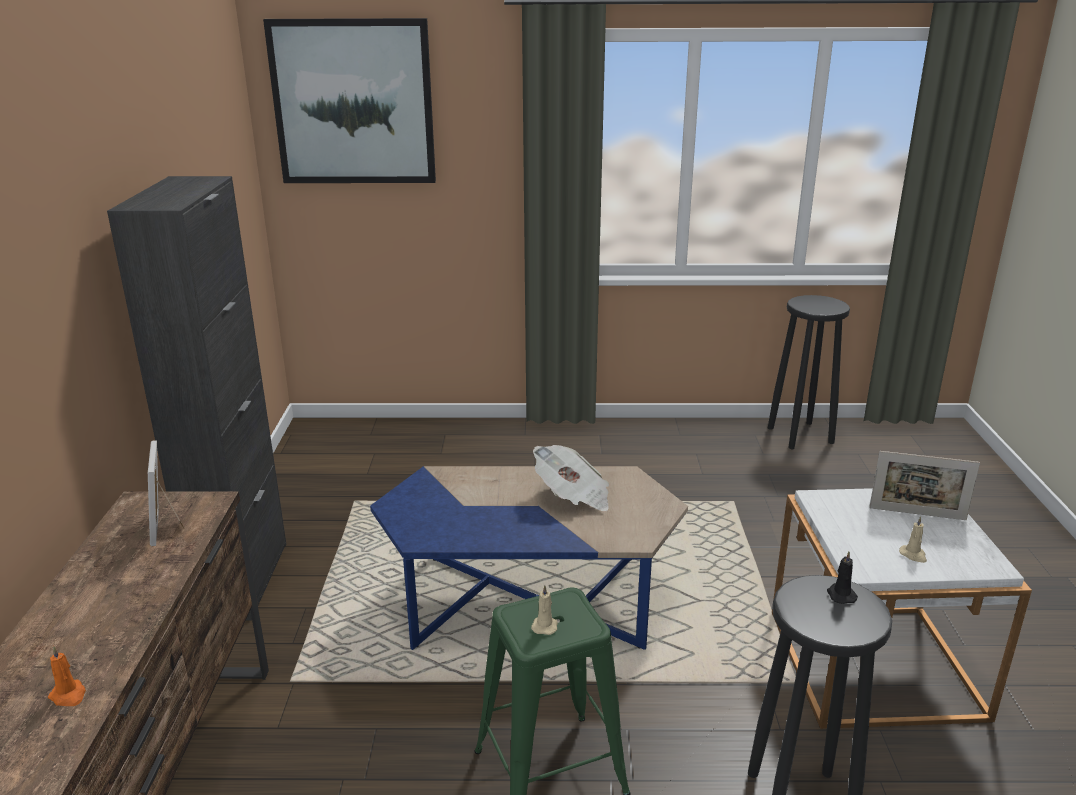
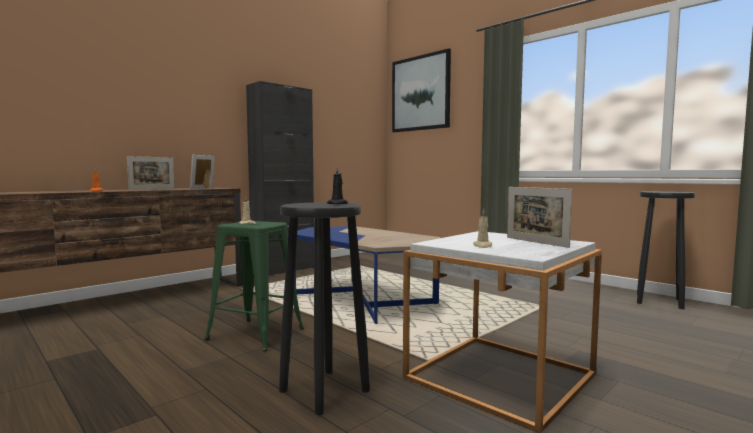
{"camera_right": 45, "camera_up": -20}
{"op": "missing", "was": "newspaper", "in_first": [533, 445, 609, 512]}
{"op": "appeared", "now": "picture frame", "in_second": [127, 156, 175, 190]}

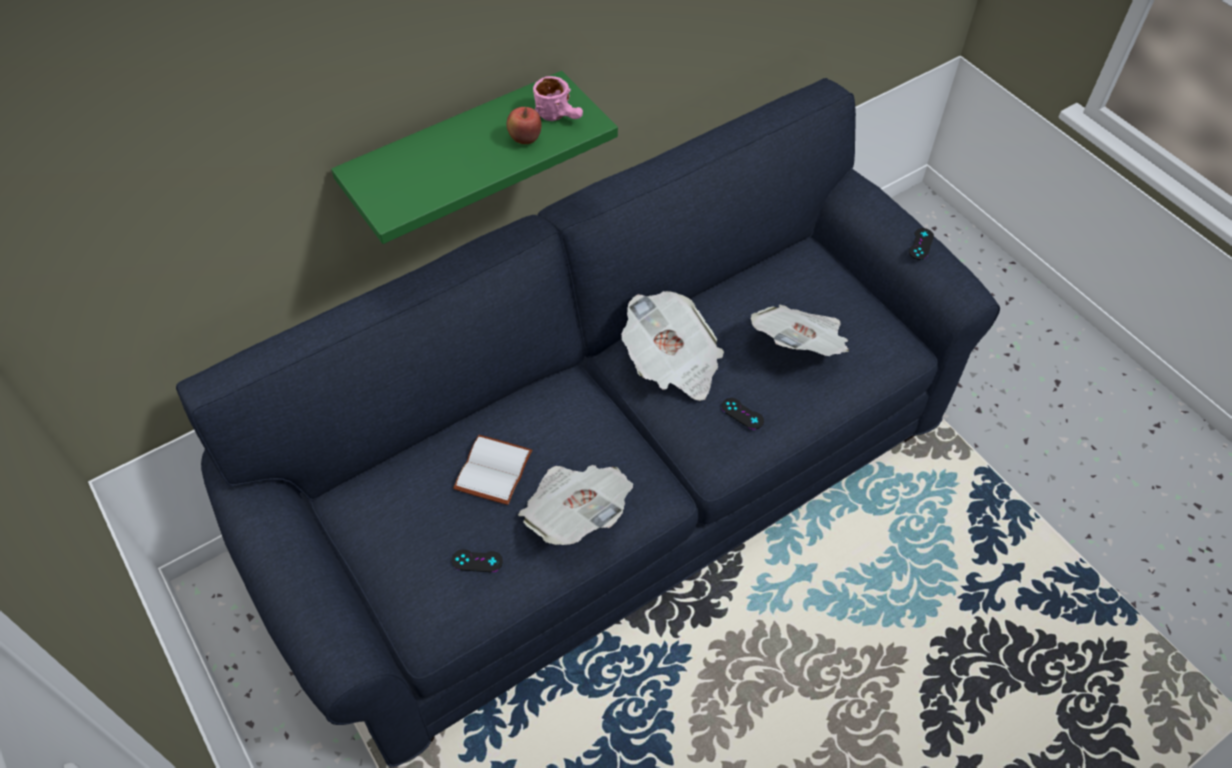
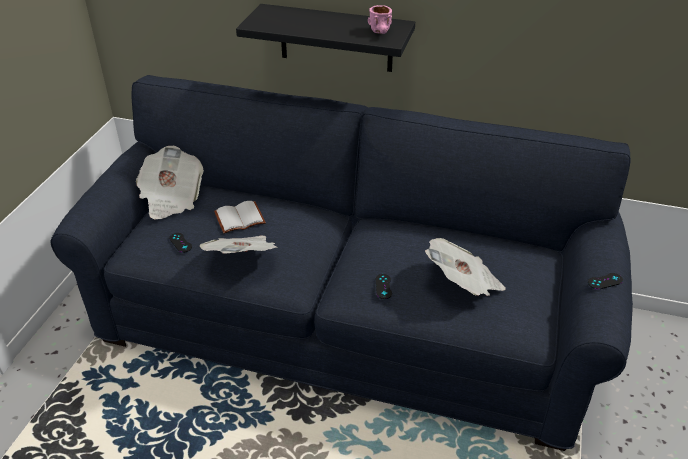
{"camera_right": 50, "camera_up": -15}
{"op": "colour", "was": "green shelf", "now": "black shelf", "in_first": [331, 71, 618, 244], "in_second": [236, 4, 415, 72]}
{"op": "missing", "was": "apple", "in_first": [507, 107, 542, 144]}
{"op": "relocated", "was": "newspaper", "in_first": [621, 291, 724, 401], "in_second": [136, 146, 204, 219]}

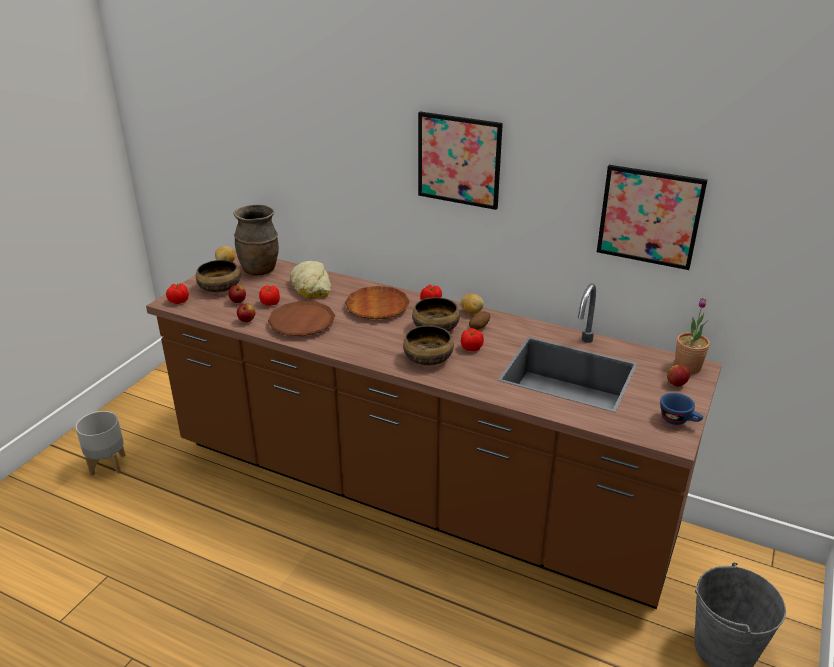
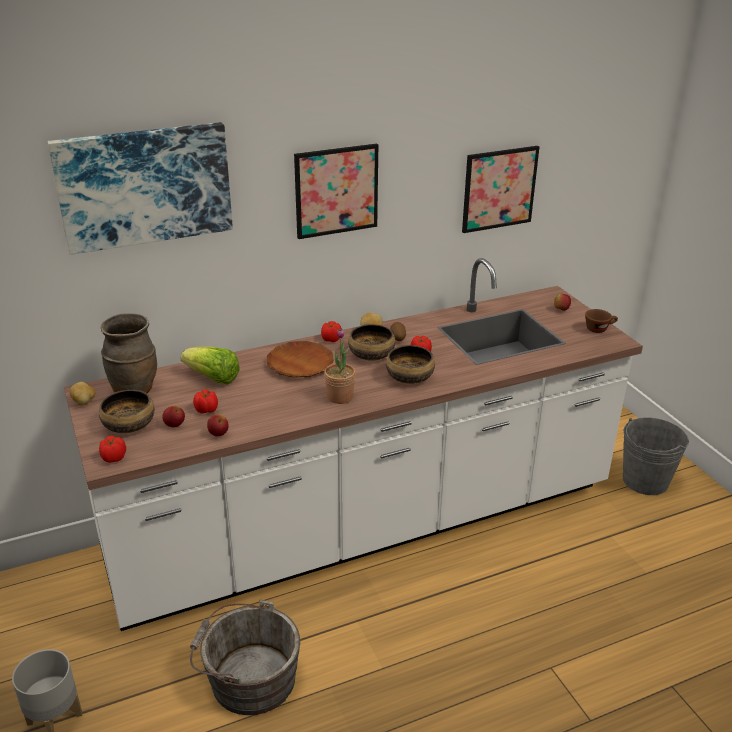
{"camera_right": -50, "camera_up": 0}
{"op": "colour", "was": "brown counter", "now": "white counter", "in_first": [146, 249, 722, 609], "in_second": [64, 258, 643, 631]}
{"op": "exchanged", "was": "bread", "now": "lettuce", "in_first": [290, 261, 331, 299], "in_second": [180, 347, 240, 384]}
{"op": "relocated", "was": "potted plant", "in_first": [675, 298, 710, 374], "in_second": [324, 329, 356, 404]}
{"op": "missing", "was": "brown plate", "in_first": [268, 301, 335, 336]}
{"op": "colour", "was": "blue cup", "now": "brown cup", "in_first": [660, 393, 703, 425], "in_second": [585, 309, 618, 333]}
{"op": "appeared", "now": "picture", "in_second": [47, 122, 233, 255]}
{"op": "appeared", "now": "grey bucket", "in_second": [190, 600, 301, 715]}

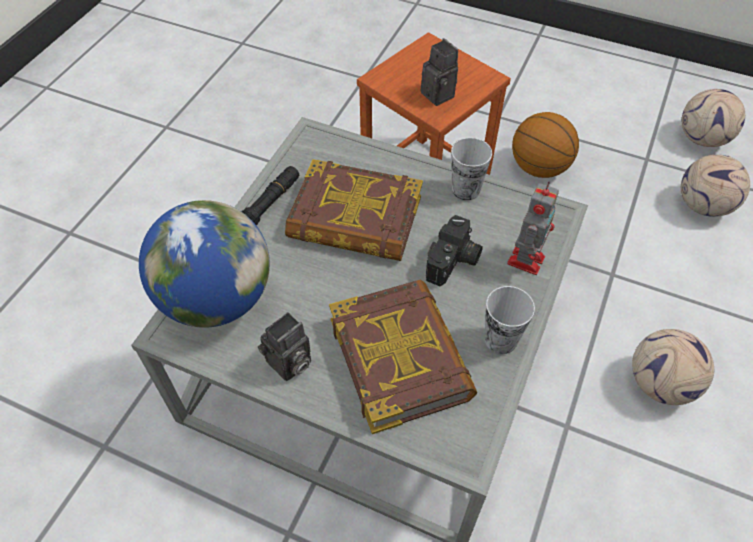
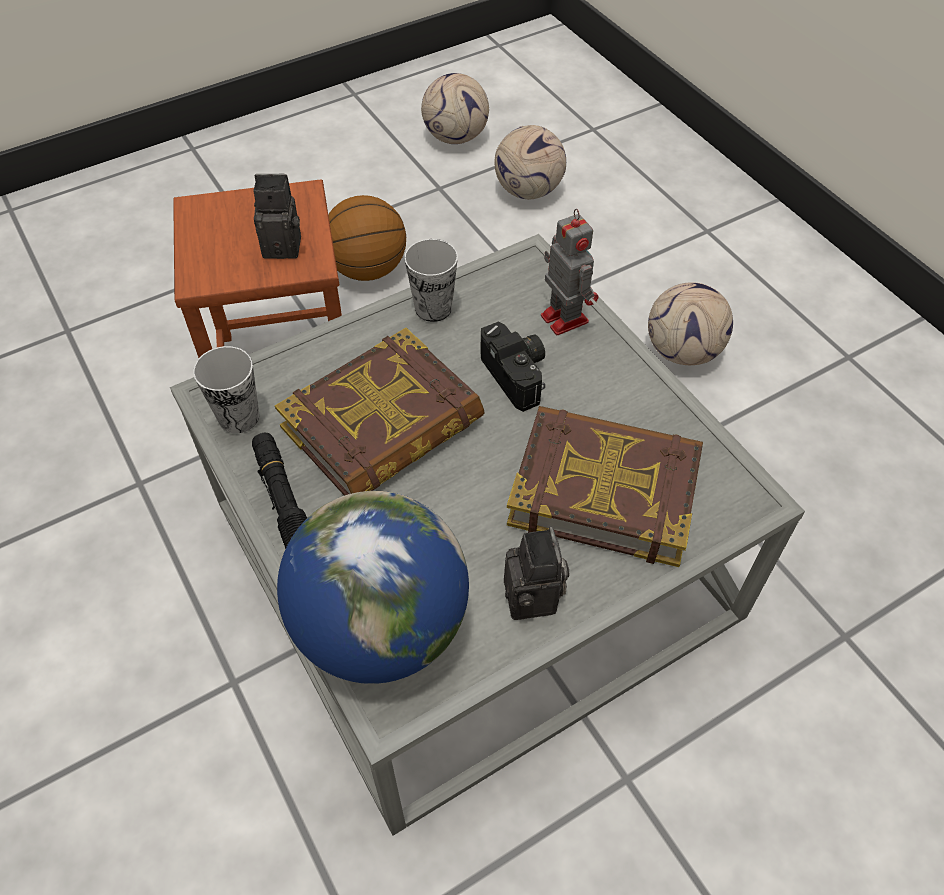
{"camera_right": -55, "camera_up": 0}
{"op": "relocated", "was": "cup", "in_first": [484, 286, 535, 354], "in_second": [193, 346, 259, 433]}

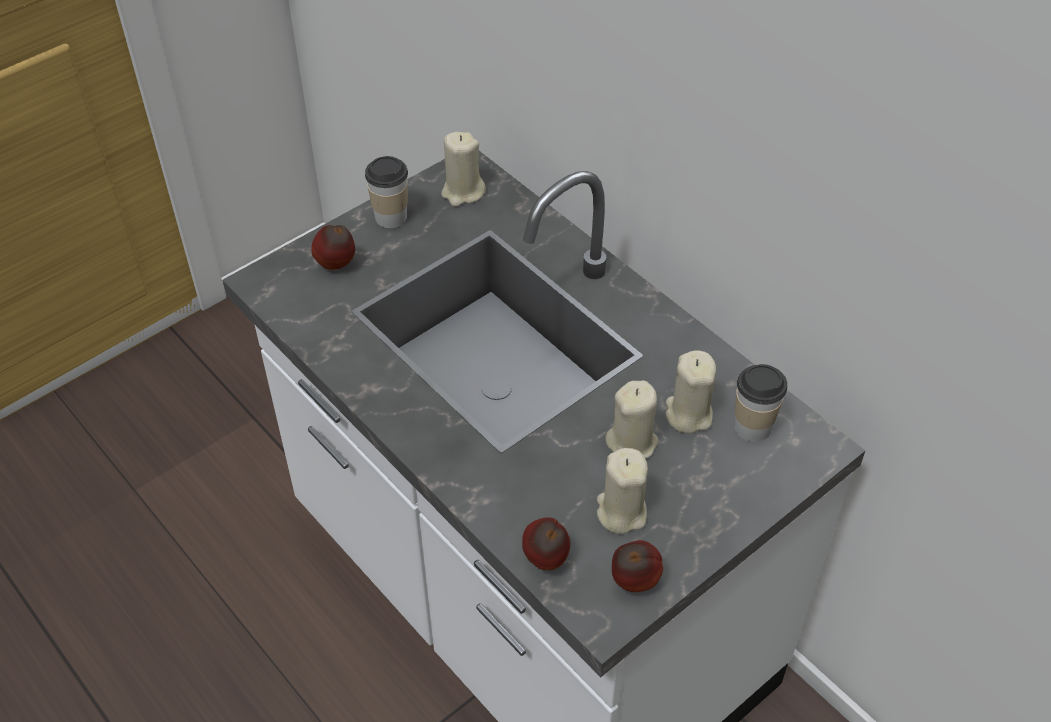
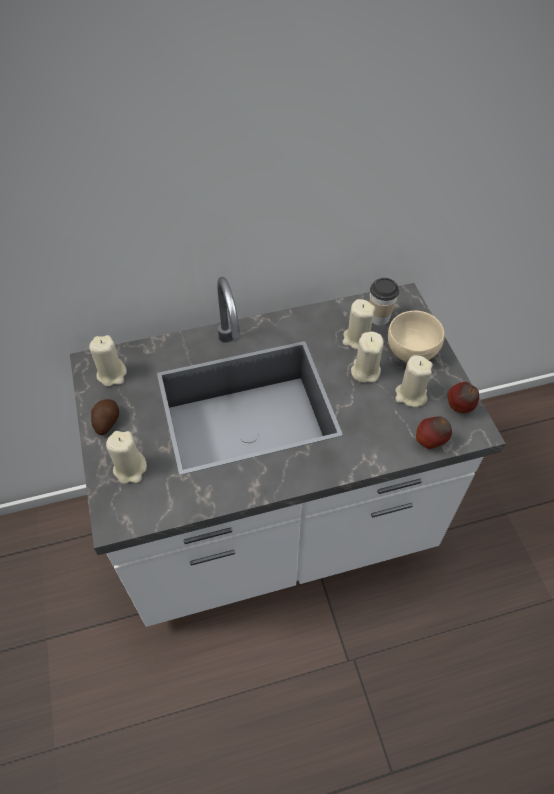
{"camera_right": -65, "camera_up": 5}
{"op": "exchanged", "was": "cup", "now": "potato", "in_first": [365, 156, 408, 228], "in_second": [91, 399, 119, 435]}
{"op": "exchanged", "was": "apple", "now": "beige candle", "in_first": [311, 225, 355, 270], "in_second": [106, 431, 147, 484]}
{"op": "appeared", "now": "beige bowl", "in_second": [388, 311, 445, 362]}

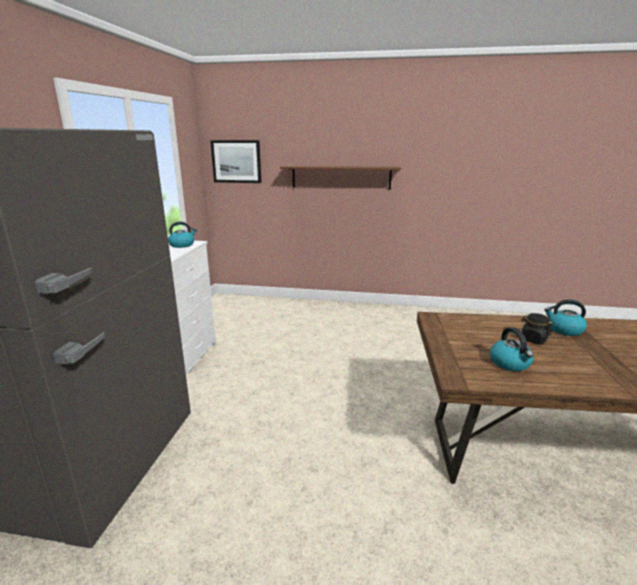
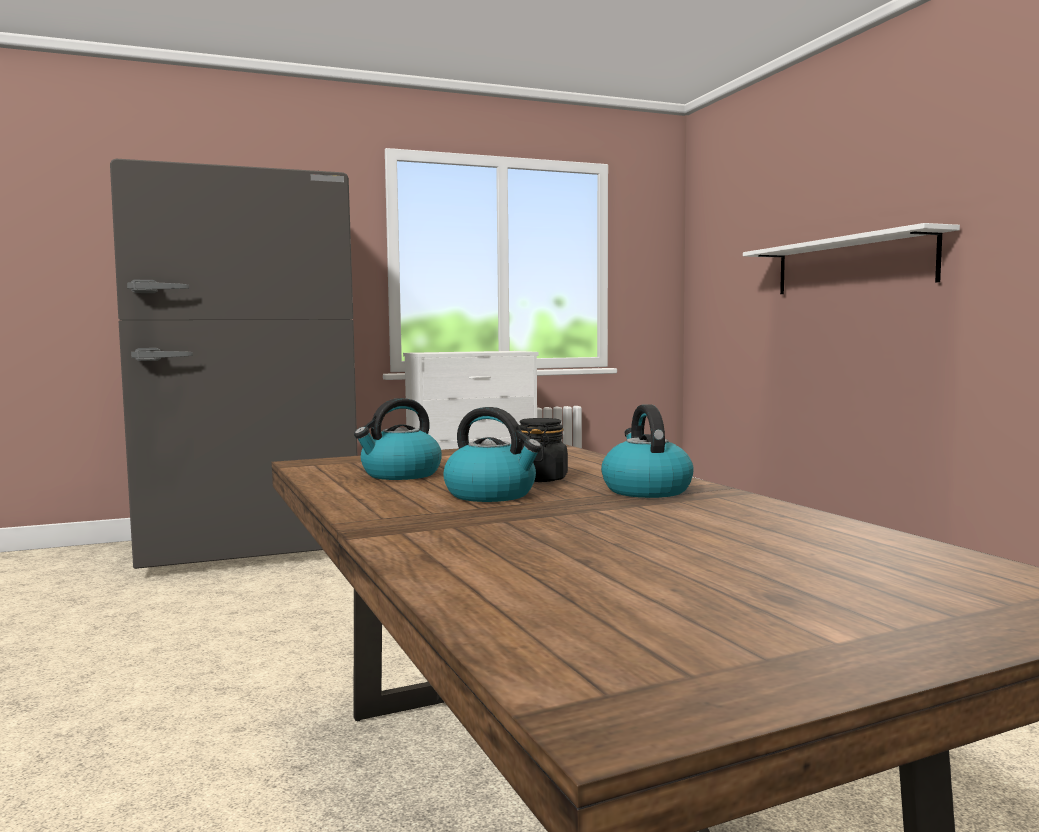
{"camera_right": 60, "camera_up": -15}
{"op": "missing", "was": "picture", "in_first": [210, 140, 261, 183]}
{"op": "colour", "was": "brown shelf", "now": "white shelf", "in_first": [280, 165, 401, 190], "in_second": [743, 223, 960, 294]}
{"op": "relocated", "was": "kettle", "in_first": [168, 221, 197, 248], "in_second": [443, 407, 542, 502]}

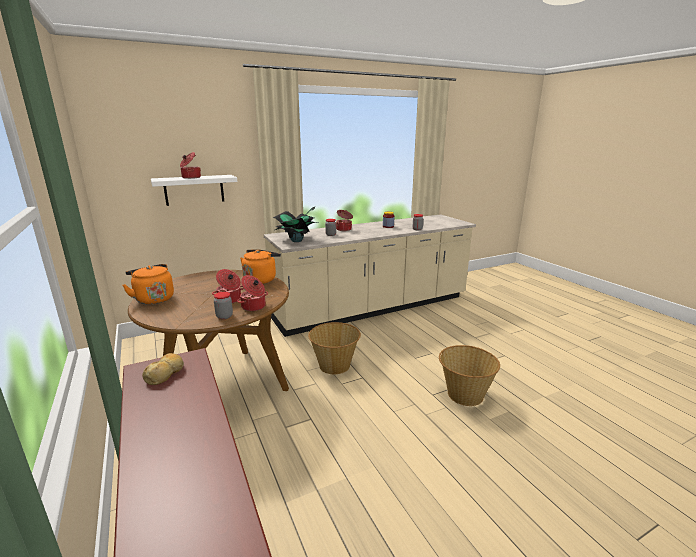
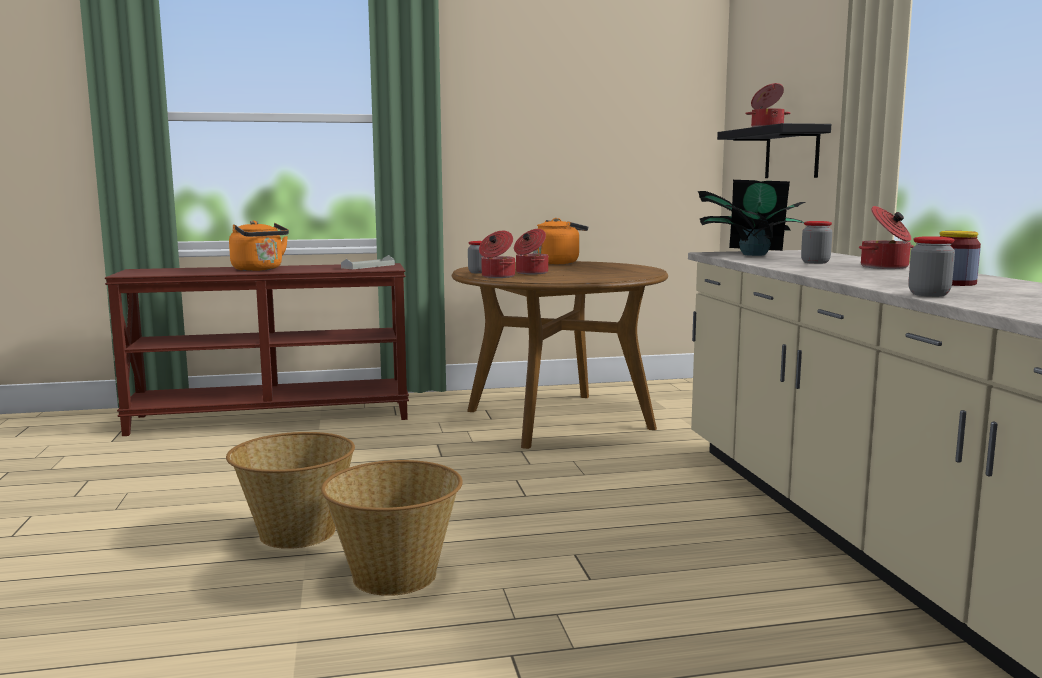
{"camera_right": 105, "camera_up": -10}
{"op": "colour", "was": "white shelf", "now": "black shelf", "in_first": [151, 175, 237, 206], "in_second": [717, 123, 831, 178]}
{"op": "relocated", "was": "orange kettle", "in_first": [240, 249, 281, 284], "in_second": [229, 220, 289, 271]}
{"op": "relocated", "was": "basket", "in_first": [308, 322, 361, 374], "in_second": [226, 432, 355, 549]}
{"op": "exchanged", "was": "bread", "now": "grey tray", "in_first": [142, 353, 184, 385], "in_second": [341, 255, 395, 269]}

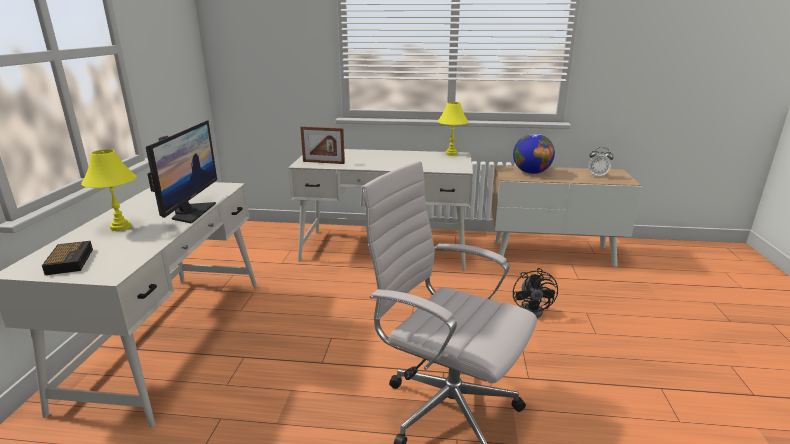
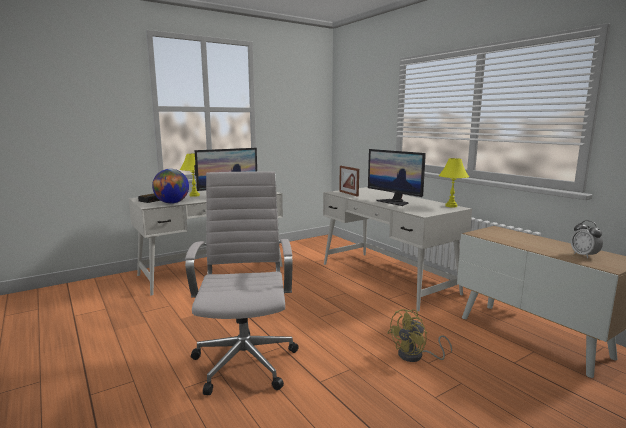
{"camera_right": 50, "camera_up": -10}
{"op": "relocated", "was": "globe", "in_first": [513, 133, 555, 174], "in_second": [152, 169, 189, 204]}
{"op": "colour", "was": "black fan", "now": "yellow fan", "in_first": [513, 268, 558, 318], "in_second": [387, 309, 452, 362]}
{"op": "appeared", "now": "monitor", "in_second": [368, 149, 426, 206]}

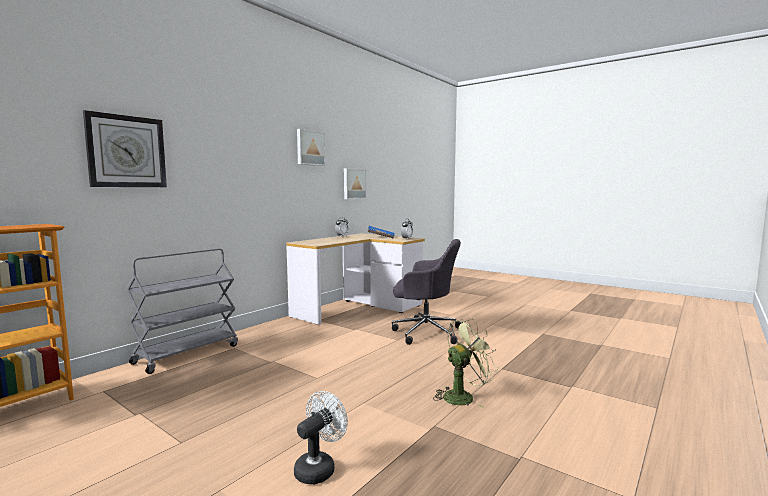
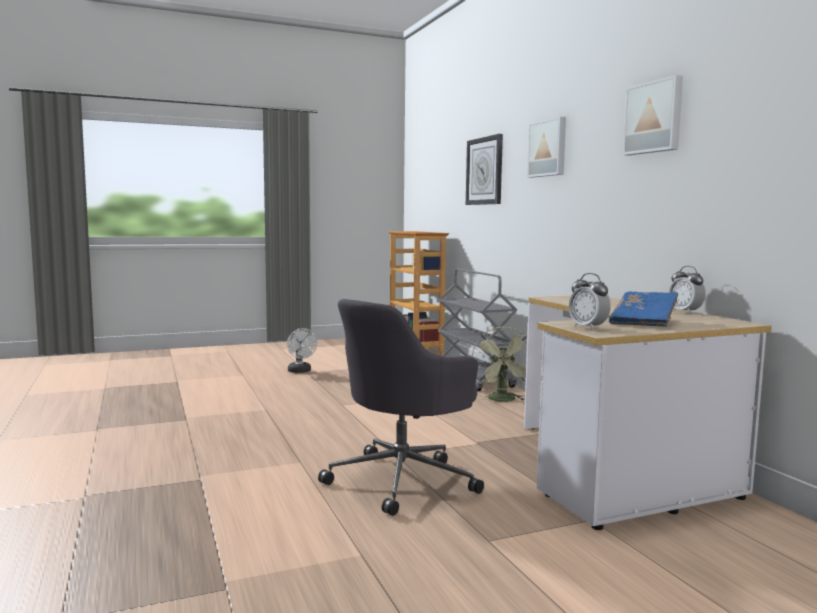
{"camera_right": 120, "camera_up": 0}
{"op": "relocated", "was": "picture", "in_first": [344, 168, 367, 199], "in_second": [527, 117, 566, 178]}
{"op": "relocated", "was": "green fan", "in_first": [433, 319, 498, 408], "in_second": [472, 327, 527, 402]}
{"op": "relocated", "was": "white fan", "in_first": [294, 391, 348, 484], "in_second": [287, 328, 317, 373]}

